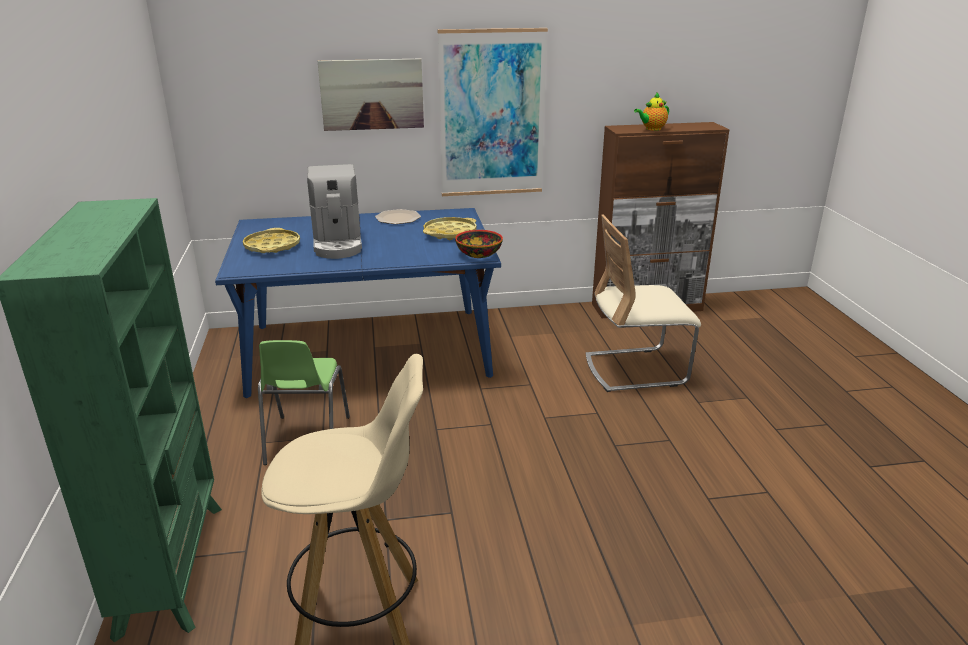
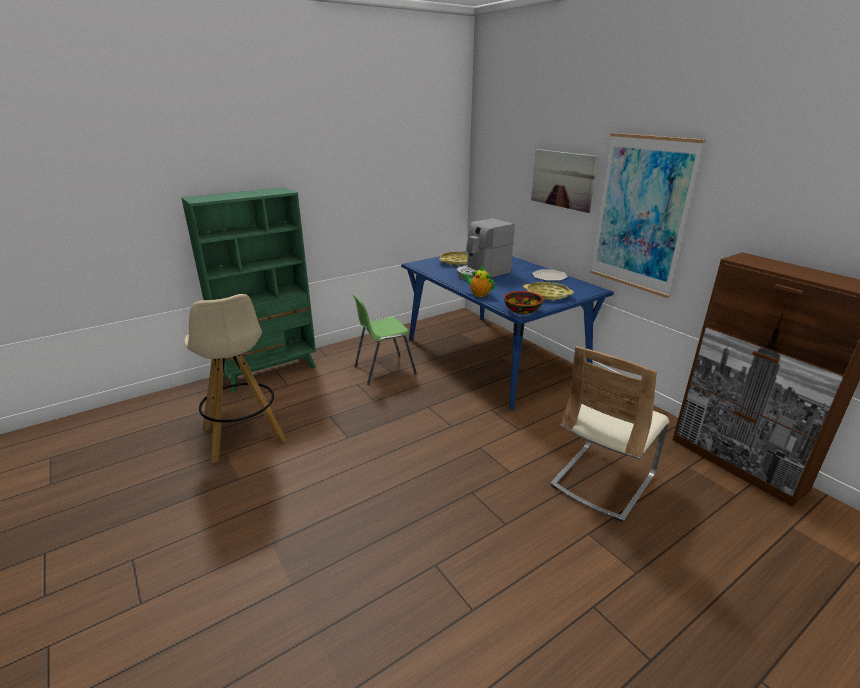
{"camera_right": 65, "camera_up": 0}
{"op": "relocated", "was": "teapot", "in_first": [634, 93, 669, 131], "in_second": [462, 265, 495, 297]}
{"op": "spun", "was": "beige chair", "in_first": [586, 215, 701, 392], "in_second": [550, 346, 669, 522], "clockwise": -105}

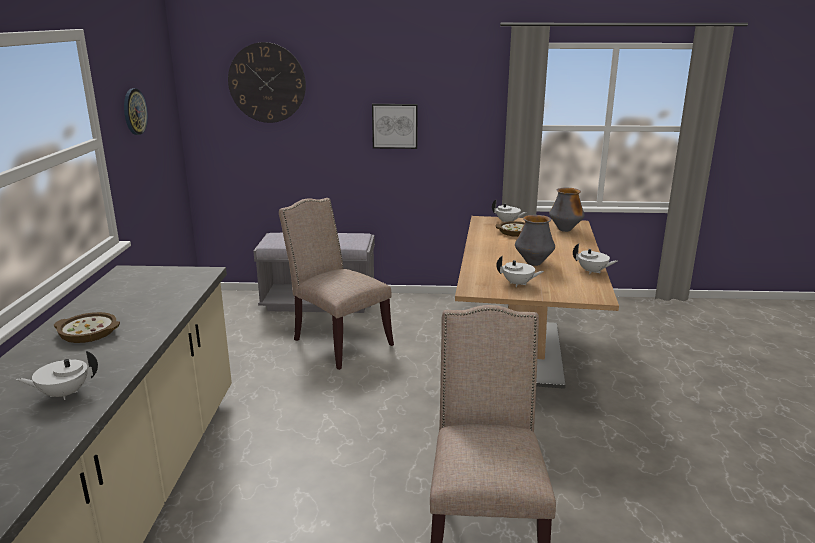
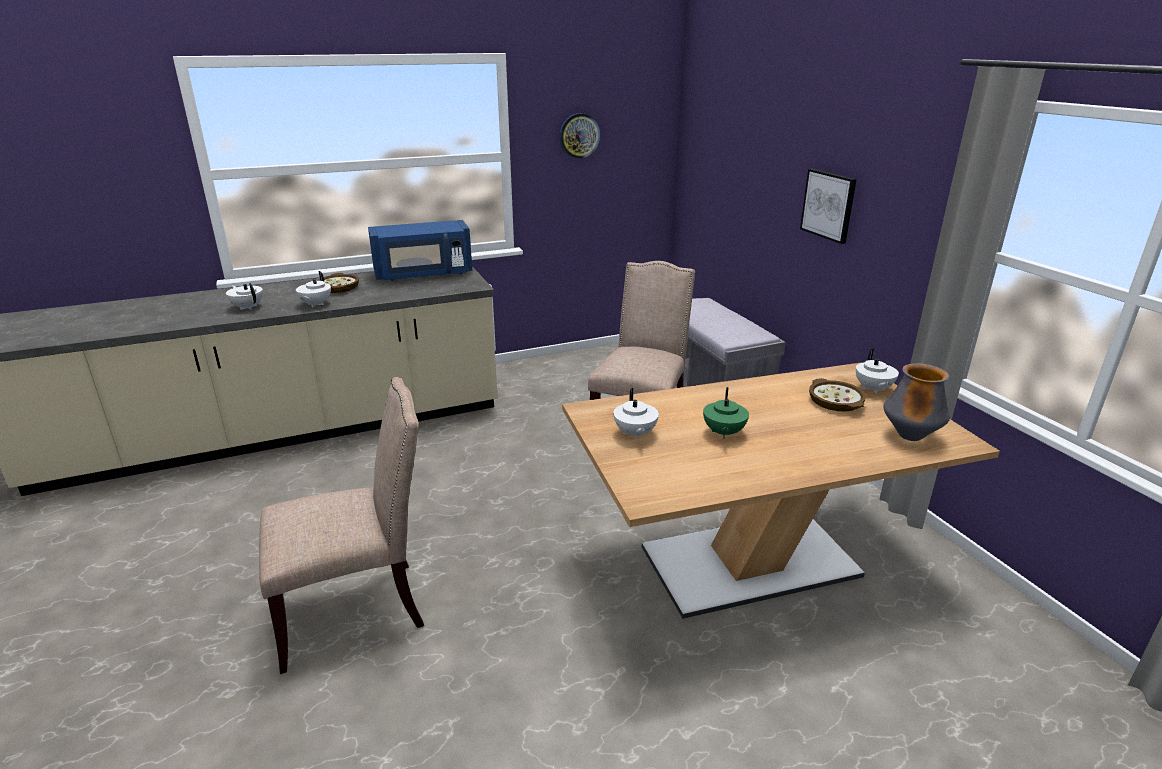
{"camera_right": 65, "camera_up": 5}
{"op": "missing", "was": "wall clock", "in_first": [228, 42, 306, 123]}
{"op": "exchanged", "was": "vase", "now": "green teapot", "in_first": [515, 215, 555, 266], "in_second": [703, 387, 749, 439]}
{"op": "relocated", "was": "white teapot", "in_first": [573, 244, 618, 274], "in_second": [296, 271, 331, 308]}
{"op": "appeared", "now": "blue microwave", "in_second": [368, 220, 473, 281]}

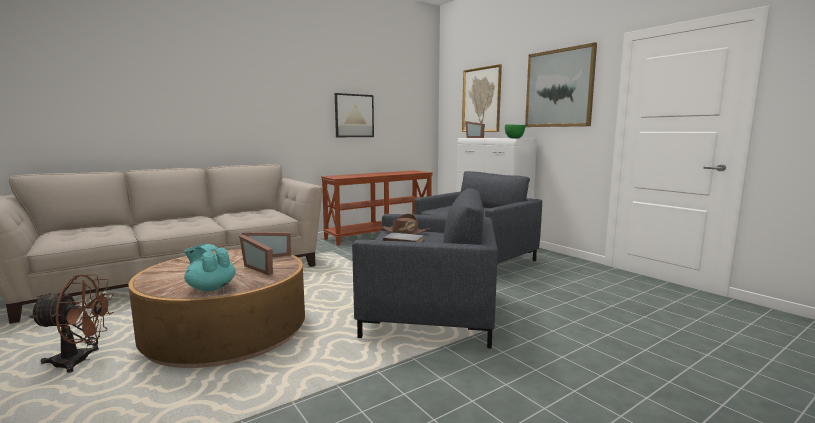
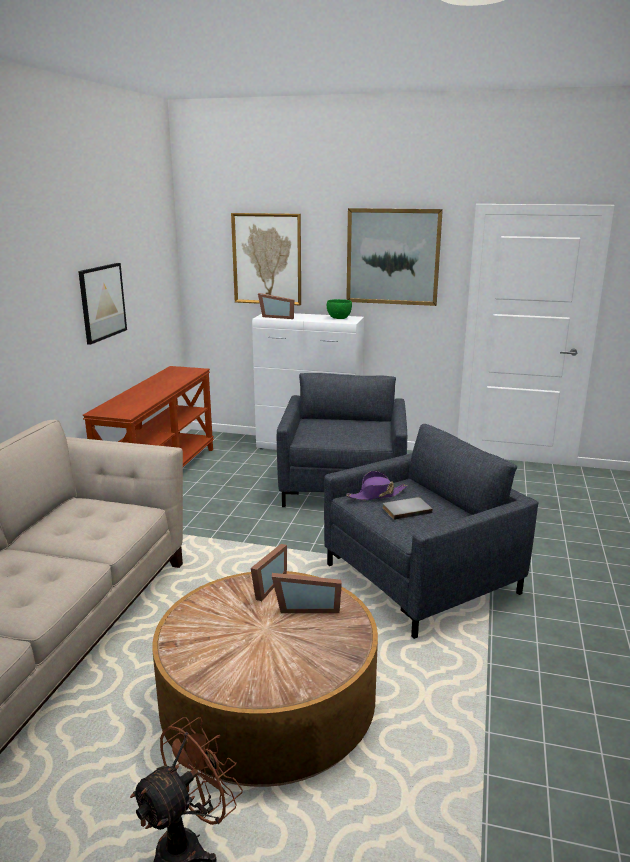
{"camera_right": -40, "camera_up": 10}
{"op": "colour", "was": "brown hat", "now": "purple hat", "in_first": [381, 214, 430, 234], "in_second": [346, 471, 407, 500]}
{"op": "missing", "was": "turquoise teapot", "in_first": [184, 244, 236, 291]}

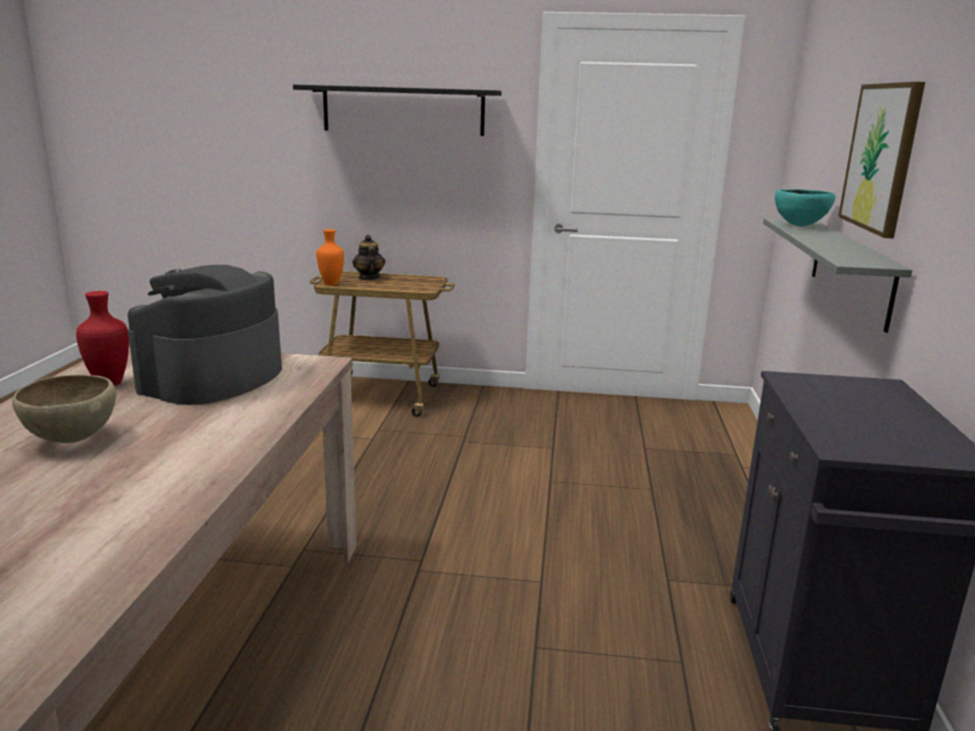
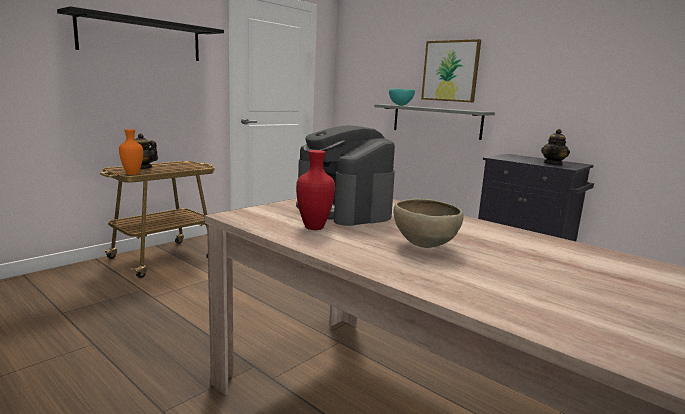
{"camera_right": -55, "camera_up": -5}
{"op": "appeared", "now": "teapot", "in_second": [541, 129, 570, 166]}

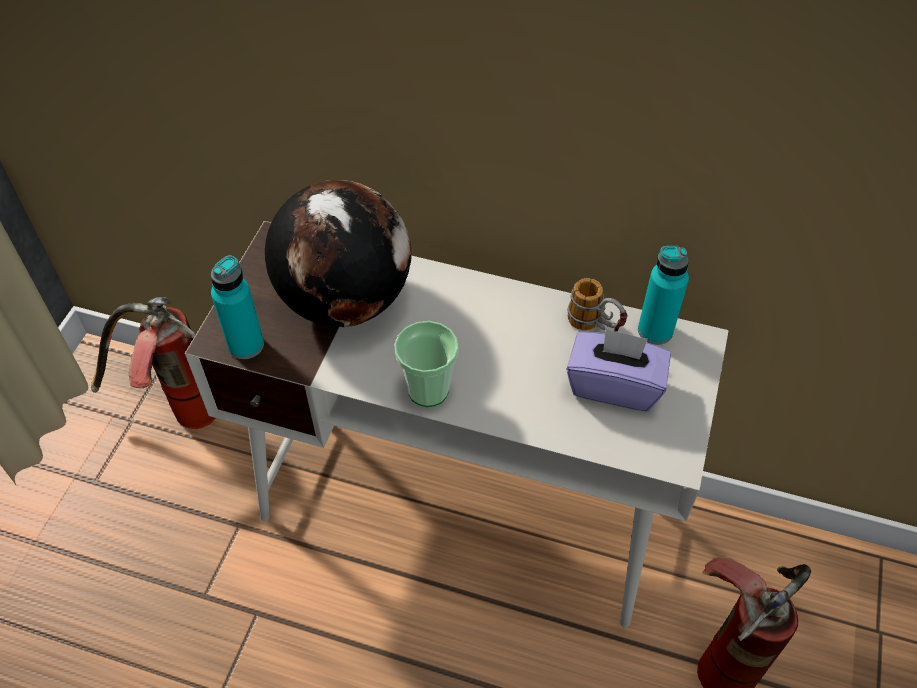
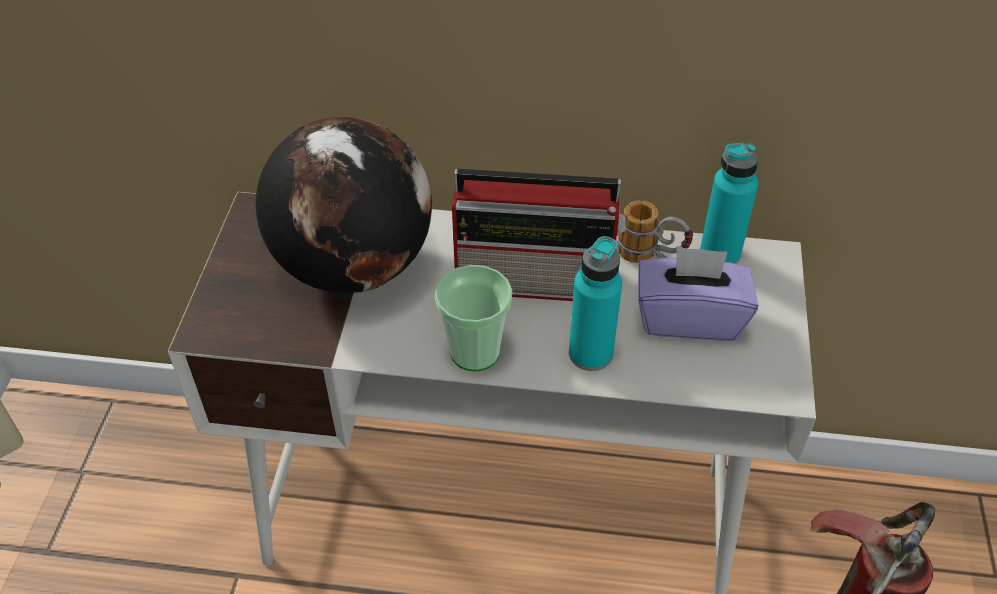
{"camera_right": -10, "camera_up": -5}
{"op": "relocated", "was": "turquoise bottle", "in_first": [211, 255, 264, 359], "in_second": [569, 236, 622, 371]}
{"op": "missing", "was": "fire extinguisher", "in_first": [91, 297, 216, 429]}
{"op": "appeared", "now": "radio", "in_second": [452, 169, 626, 301]}

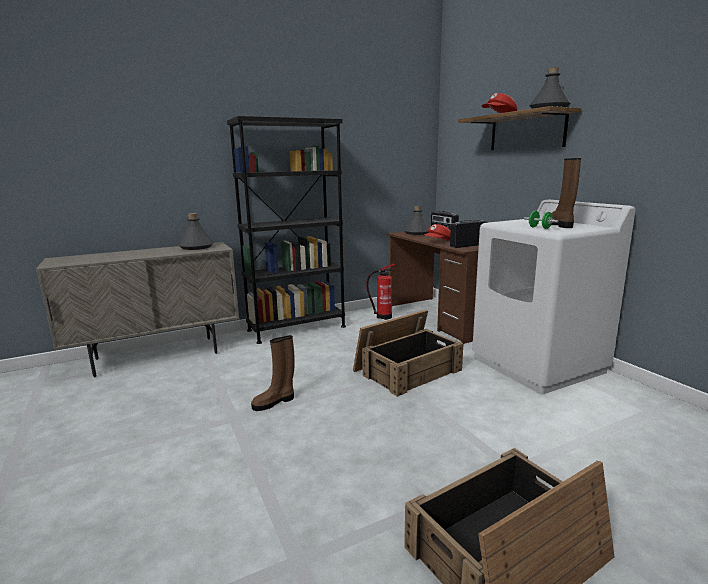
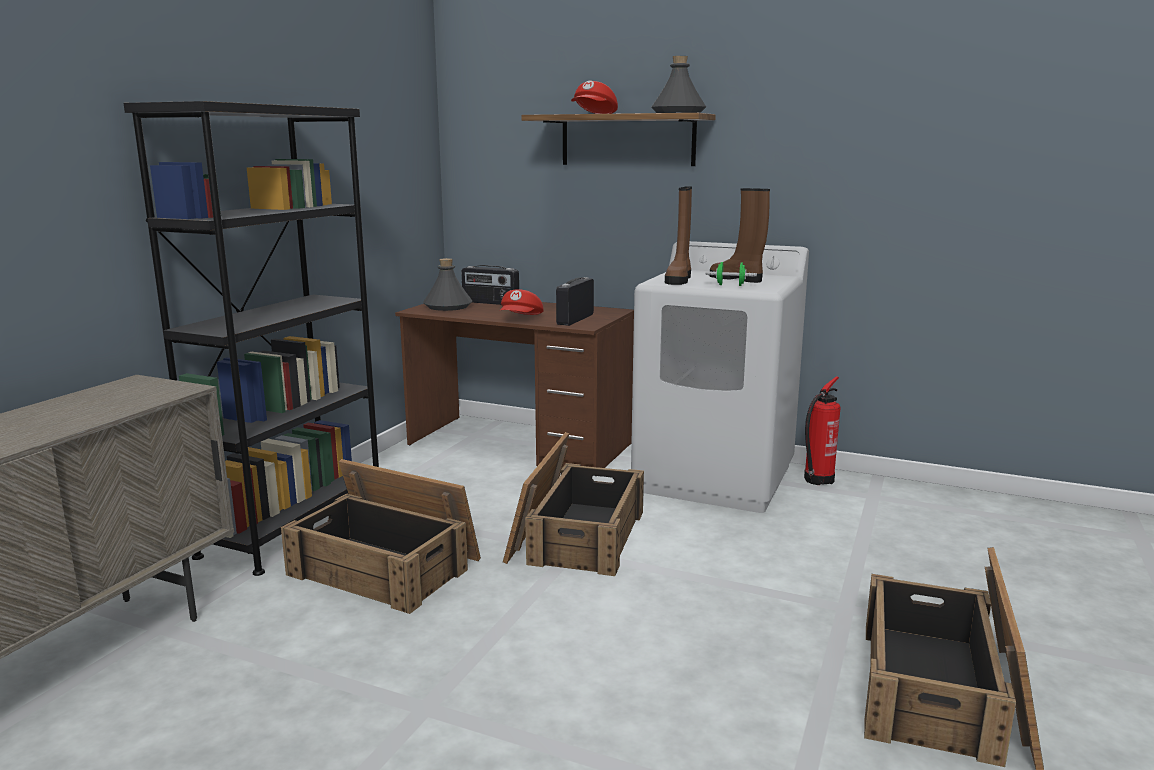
{"camera_right": -40, "camera_up": 0}
{"op": "missing", "was": "grey bottle", "in_first": [178, 213, 214, 250]}
{"op": "relocated", "was": "fire extinguisher", "in_first": [366, 264, 395, 320], "in_second": [804, 376, 840, 485]}
{"op": "relocated", "was": "brown boot", "in_first": [251, 335, 295, 411], "in_second": [665, 186, 692, 285]}
{"op": "appeared", "now": "crate", "in_second": [281, 459, 481, 614]}

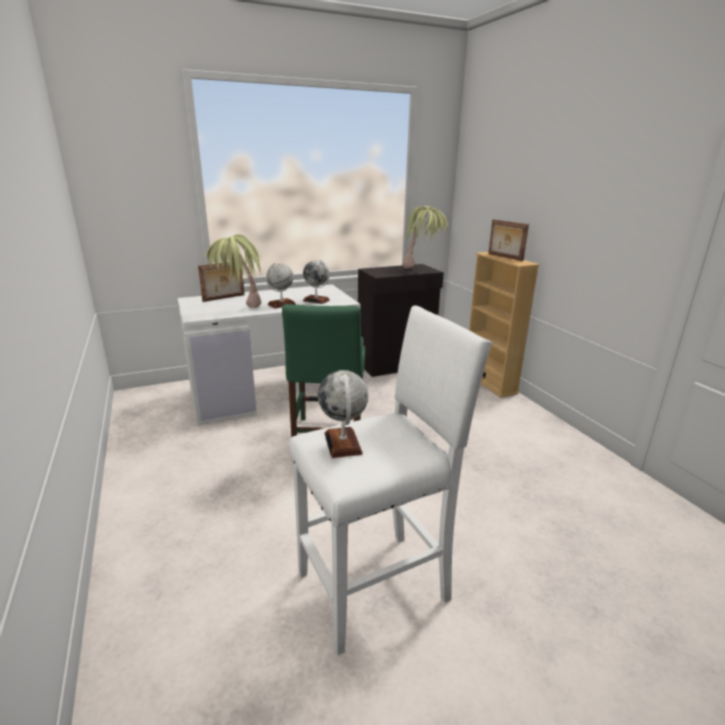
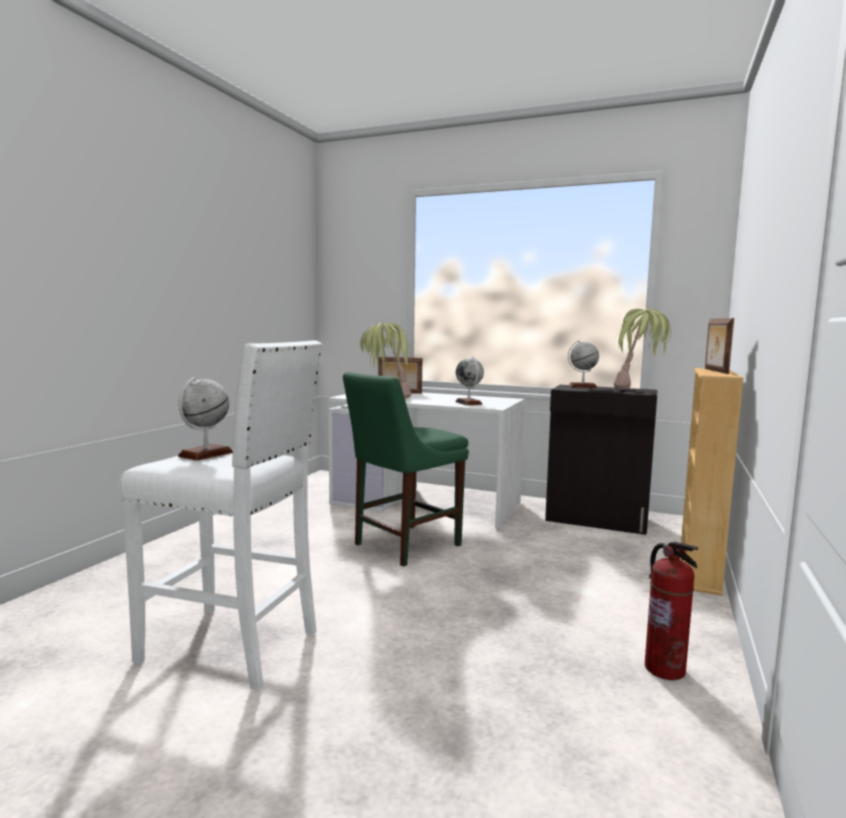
{"camera_right": 45, "camera_up": -15}
{"op": "relocated", "was": "globe", "in_first": [266, 263, 296, 308], "in_second": [568, 340, 599, 388]}
{"op": "appeared", "now": "fire extinguisher", "in_second": [645, 541, 698, 680]}

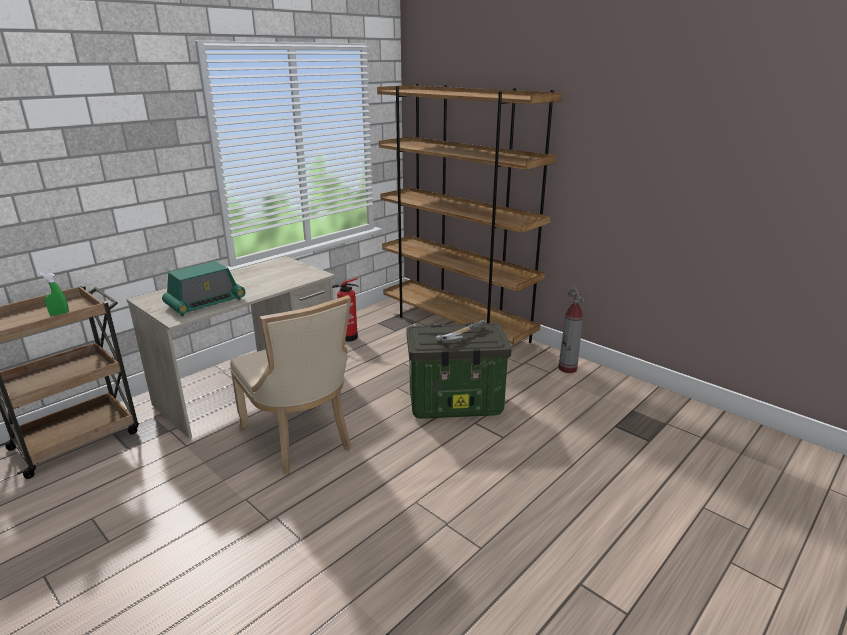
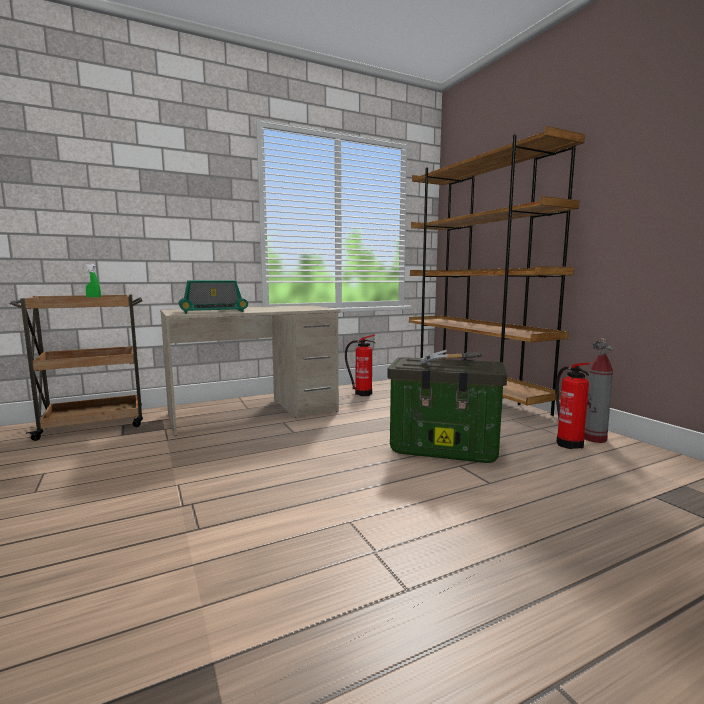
{"camera_right": 20, "camera_up": -15}
{"op": "missing", "was": "beige chair", "in_first": [230, 295, 351, 475]}
{"op": "appeared", "now": "fire extinguisher", "in_second": [555, 363, 590, 449]}

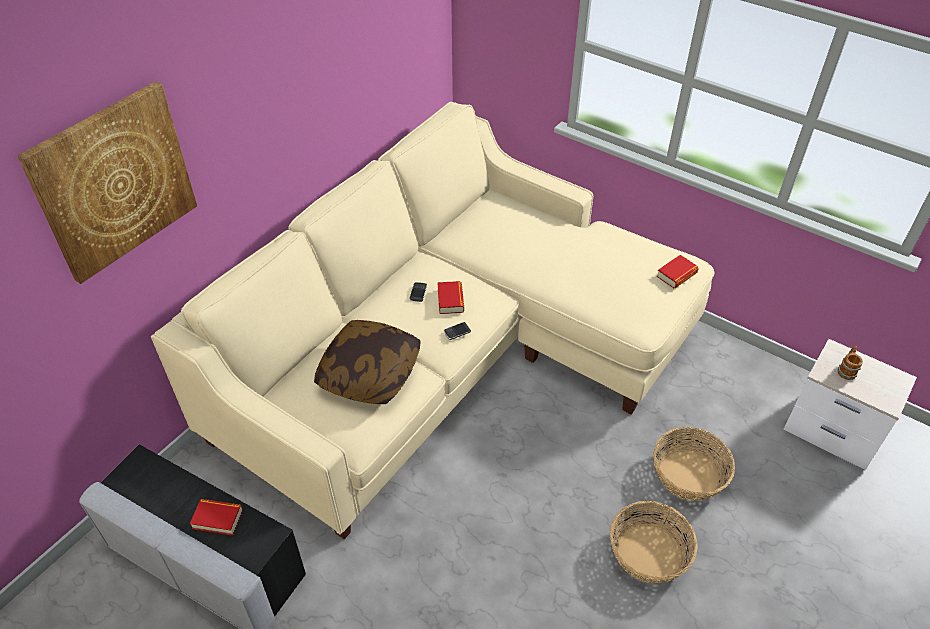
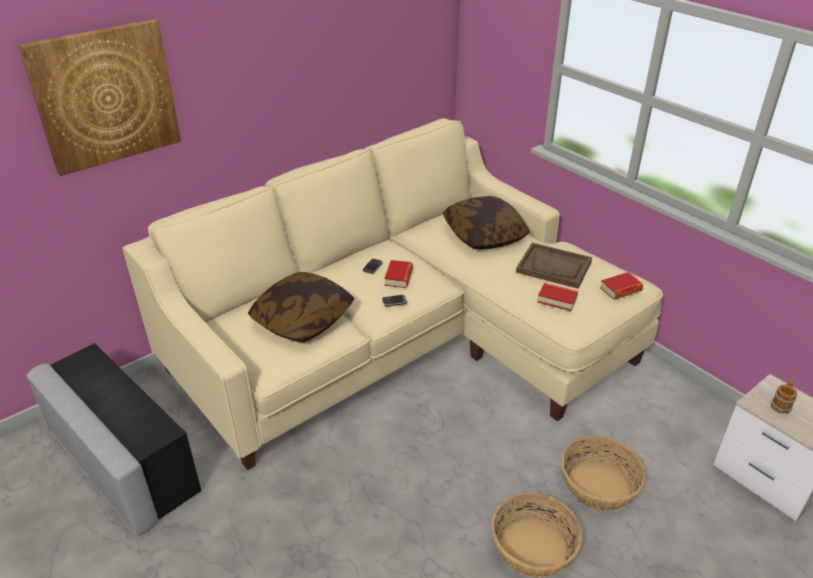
{"camera_right": 15, "camera_up": -10}
{"op": "relocated", "was": "book", "in_first": [190, 499, 243, 536], "in_second": [537, 283, 578, 311]}
{"op": "appeared", "now": "pillow", "in_second": [443, 196, 530, 249]}
{"op": "appeared", "now": "brown tray", "in_second": [516, 243, 592, 289]}

